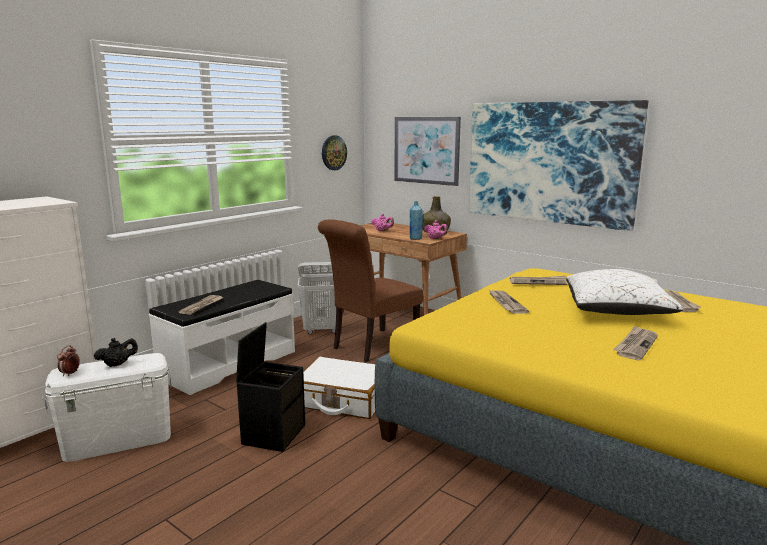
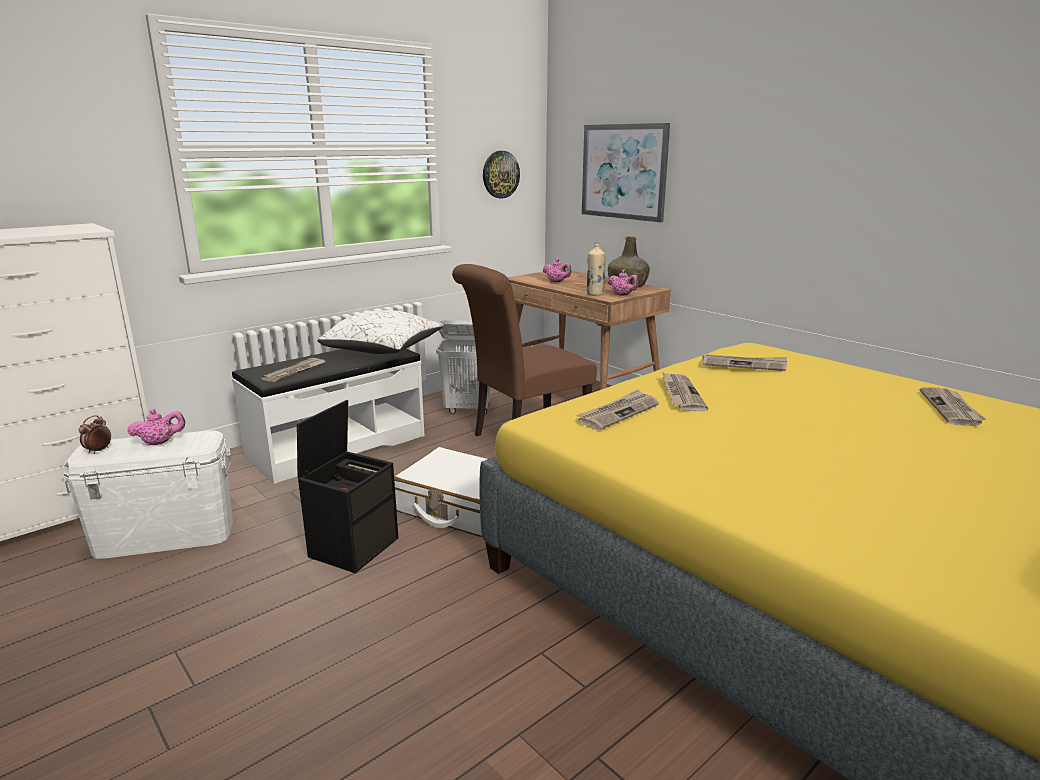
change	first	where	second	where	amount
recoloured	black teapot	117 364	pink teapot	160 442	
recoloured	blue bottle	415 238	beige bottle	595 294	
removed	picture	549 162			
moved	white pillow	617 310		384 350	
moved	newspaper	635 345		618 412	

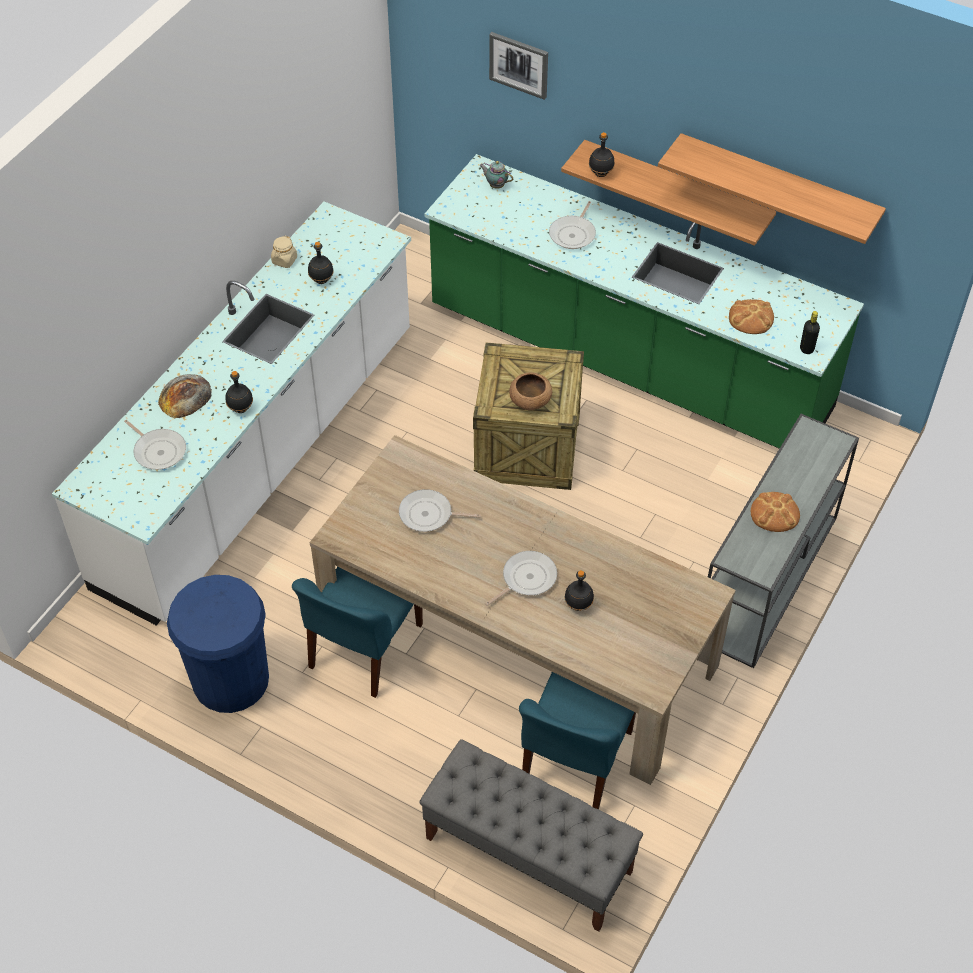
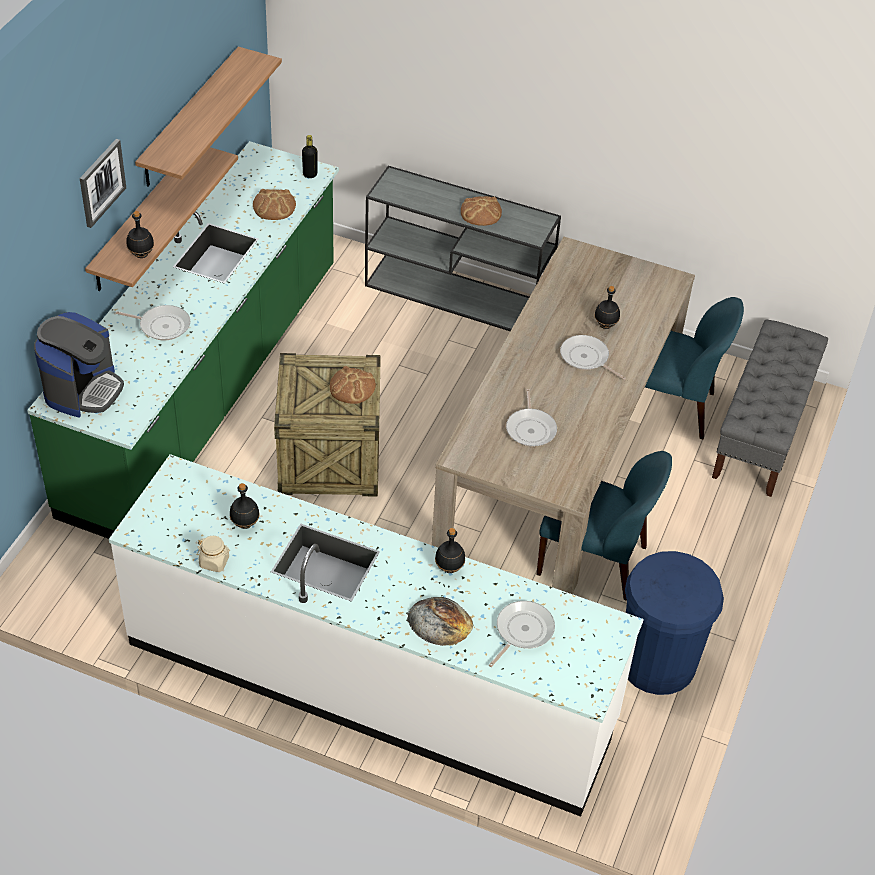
change	first	where	second	where	amount
replaced	teapot	496 185	coffee machine	83 389	
moved	picture	519 64		101 182	
replaced	brown bowl	530 401	bread	352 387	

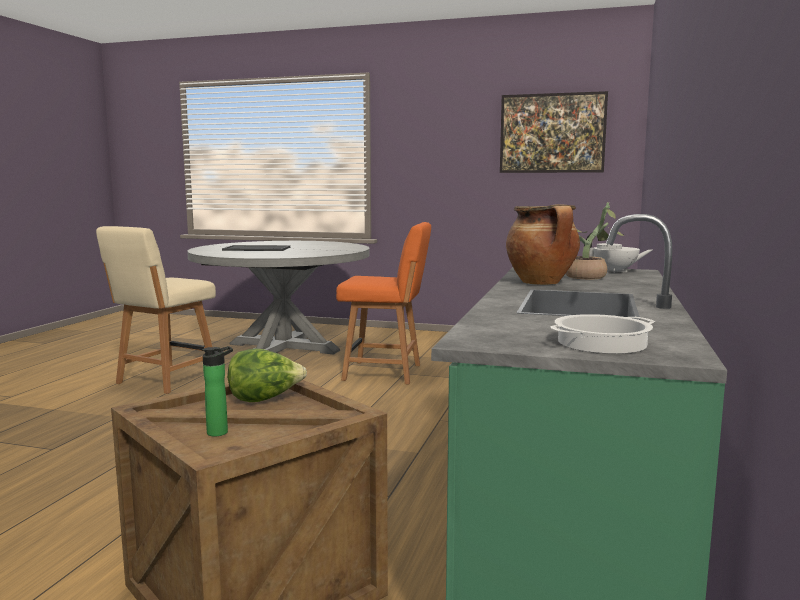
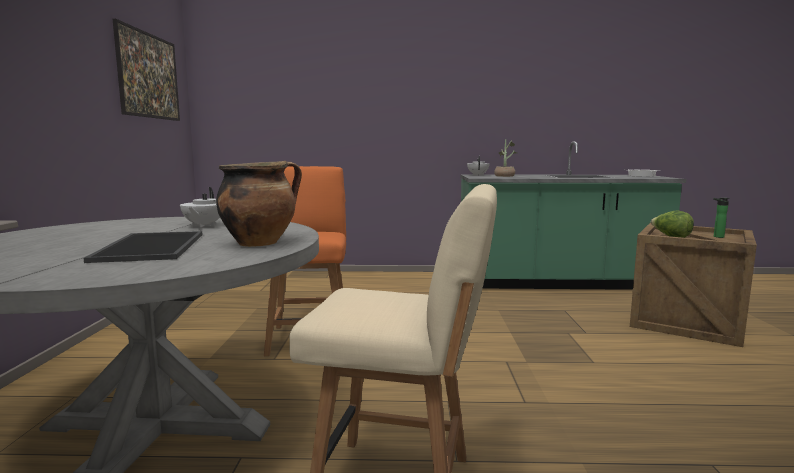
change	first	where	second	where	amount
moved	cooking pot	542 283		260 243	
added			white teapot	203 225	

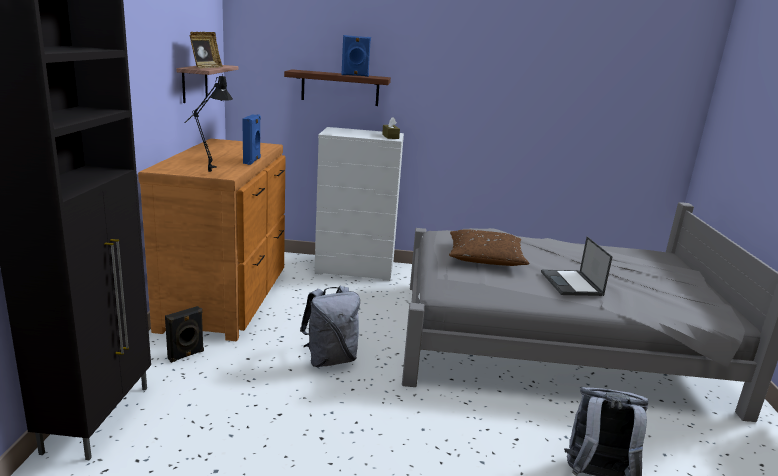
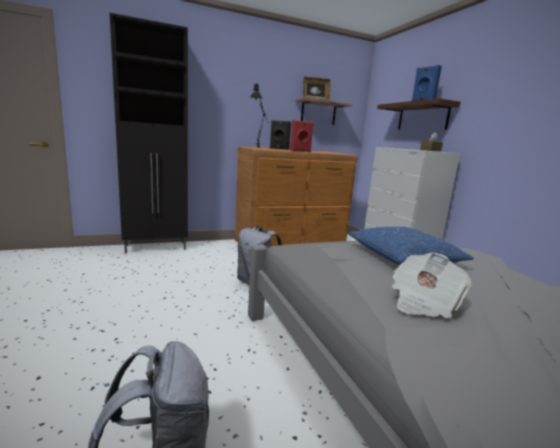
change	first	where	second	where	amount
moved	black speaker	186 355		279 149	
recoloured	blue speaker	252 161	red speaker	300 151	
recoloured	brown pillow	485 258	blue pillow	403 257	
replaced	laptop	572 284	newspaper	423 302	

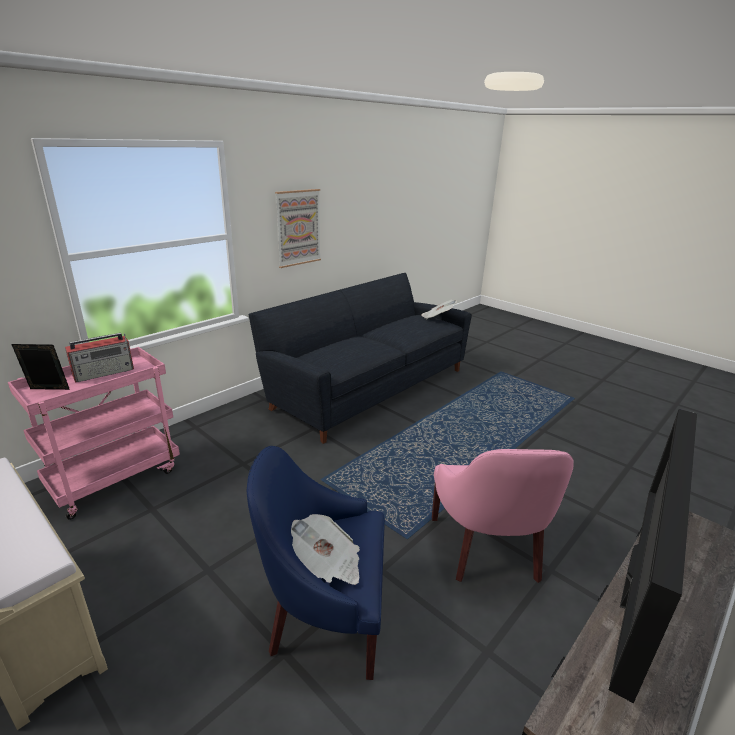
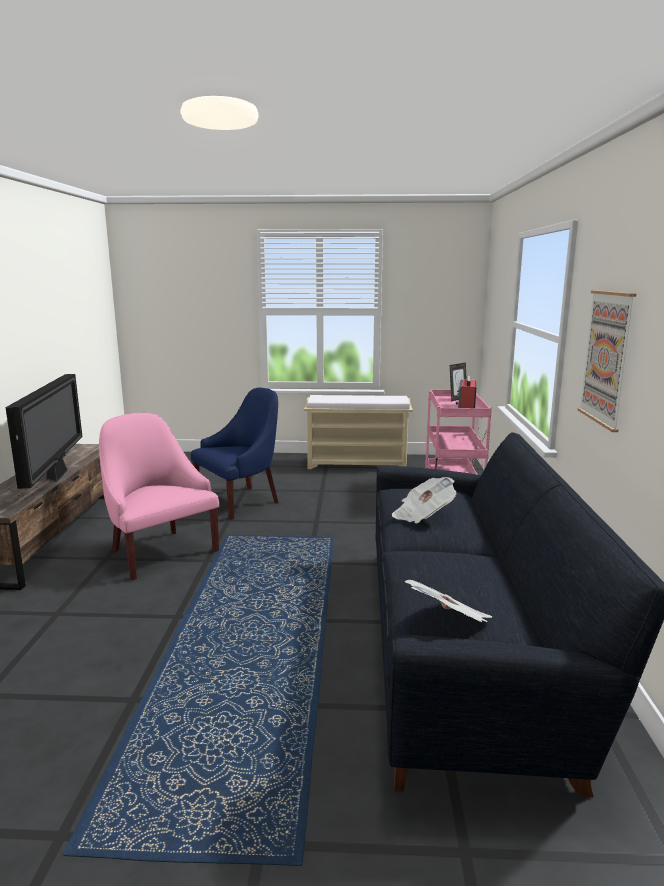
change	first	where	second	where	amount
moved	newspaper	327 564		422 515	

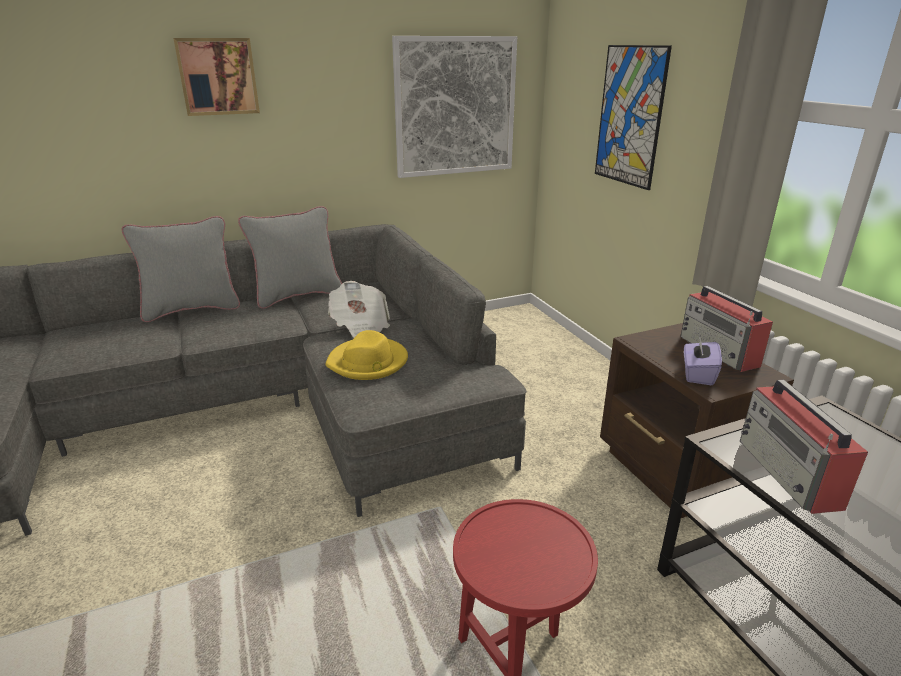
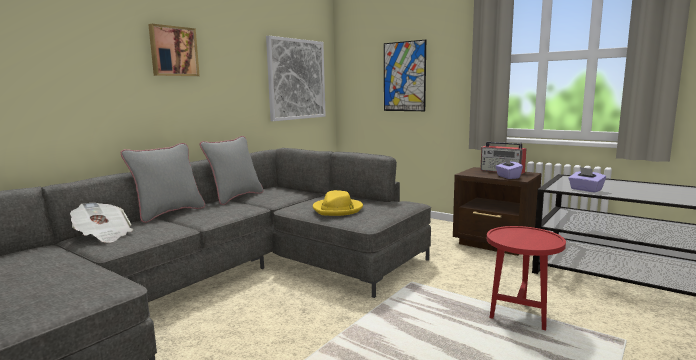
change	first	where	second	where	amount
moved	newspaper	360 326		103 235	
replaced	radio	789 474	purple tissue box	585 190	

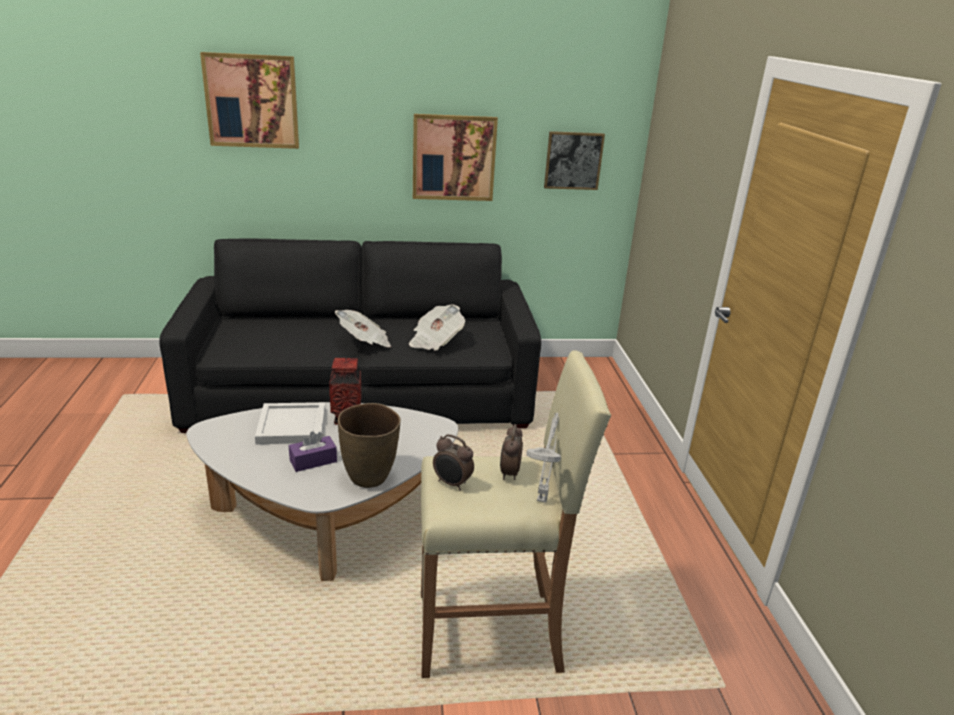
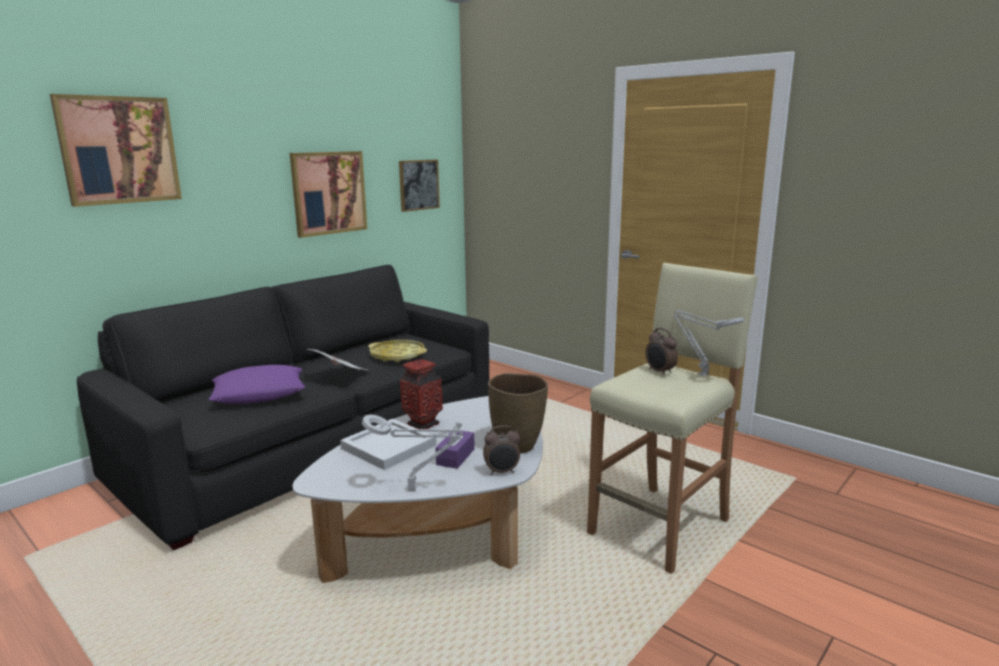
change	first	where	second	where	amount
replaced	newspaper	435 341	yellow tray	397 355	
moved	alarm clock	452 484		502 472	
added			purple pillow	259 393	
added			grey table lamp	415 489	

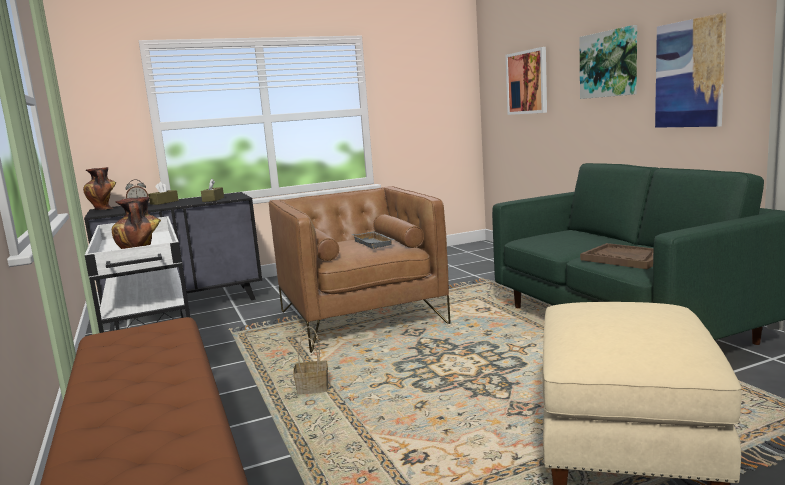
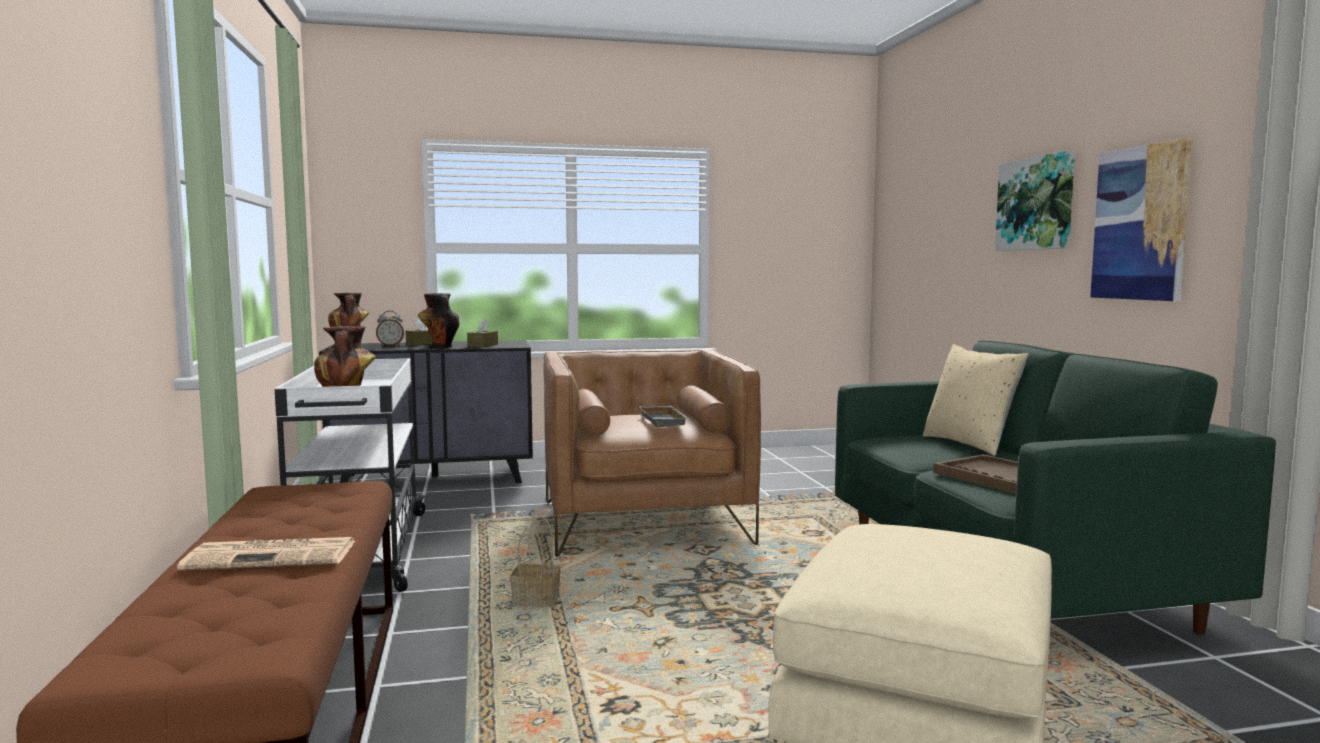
change	first	where	second	where	amount
removed	picture	527 82			
added			newspaper	274 556	
added			vase	439 347	
added			beige pillow	970 444	

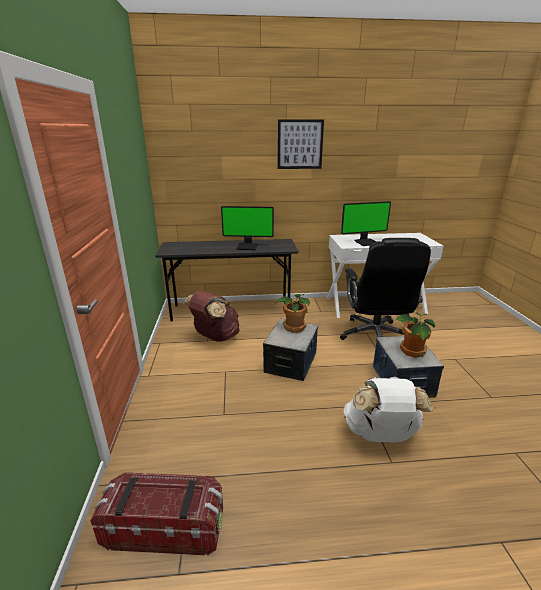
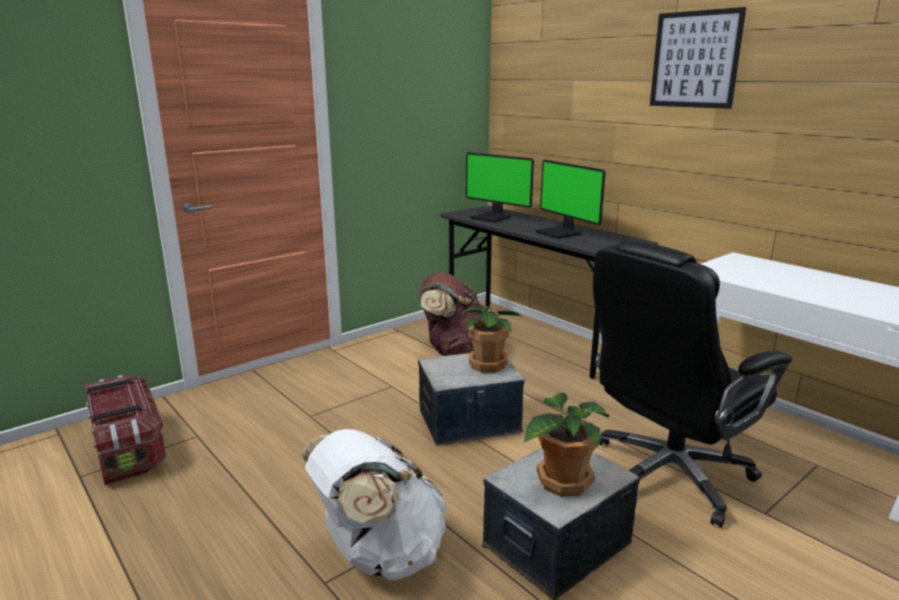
change	first	where	second	where	amount
moved	monitor	366 242		492 217	

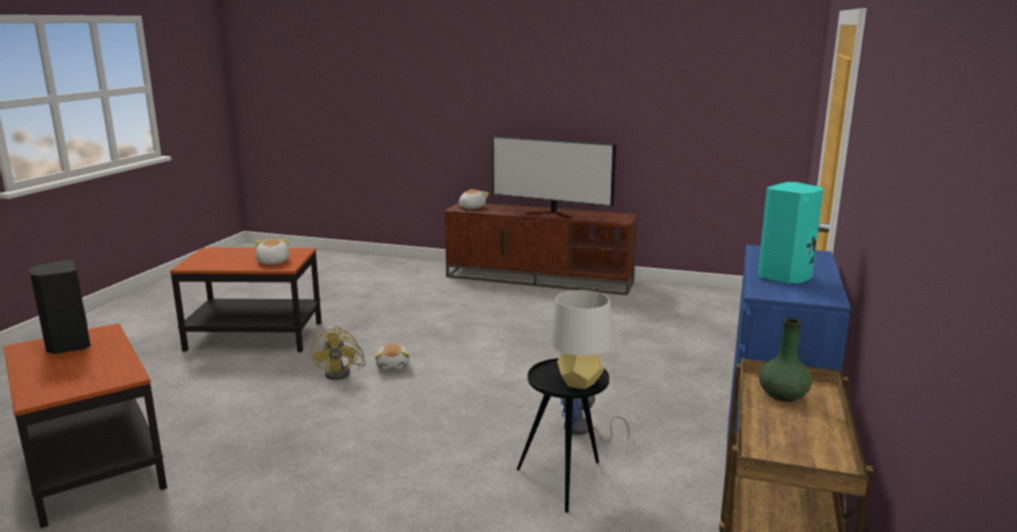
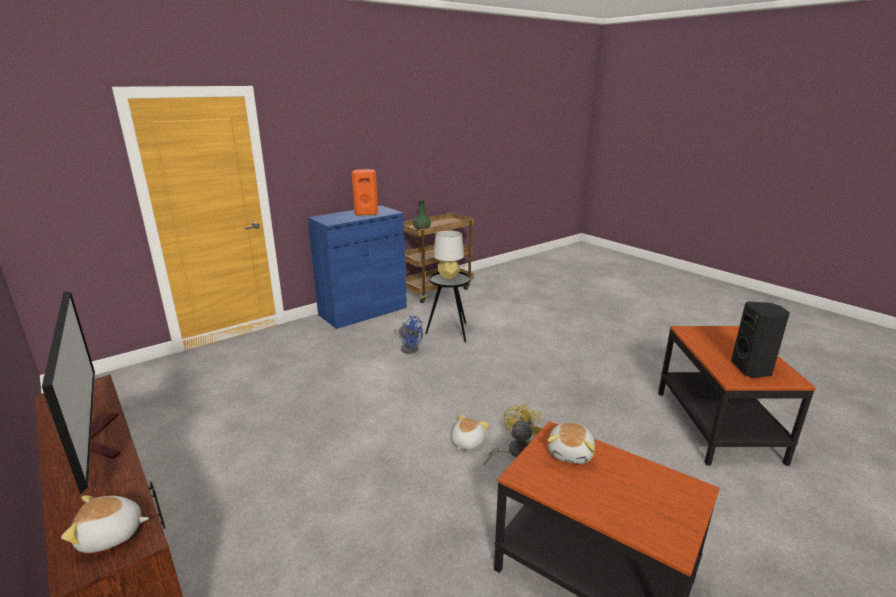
change	first	where	second	where	amount
recoloured	turquoise speaker	786 277	orange speaker	366 213	

